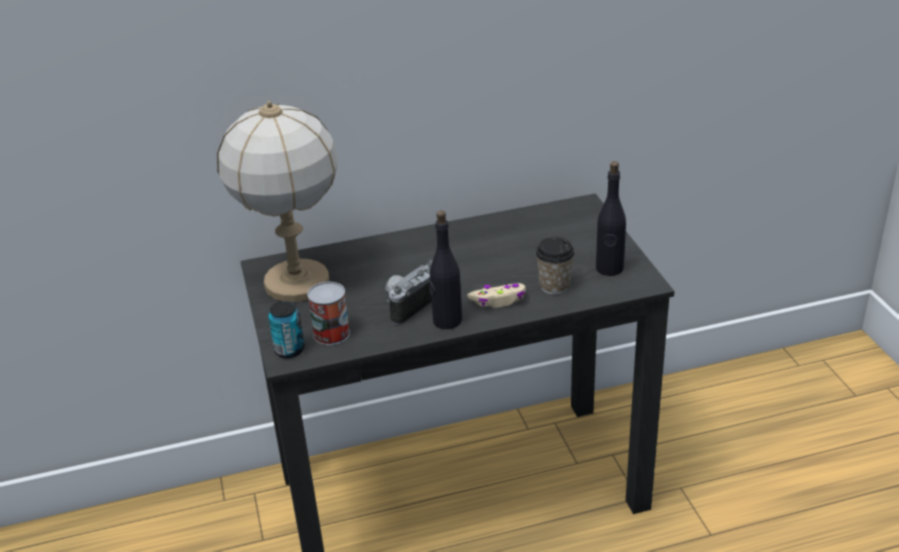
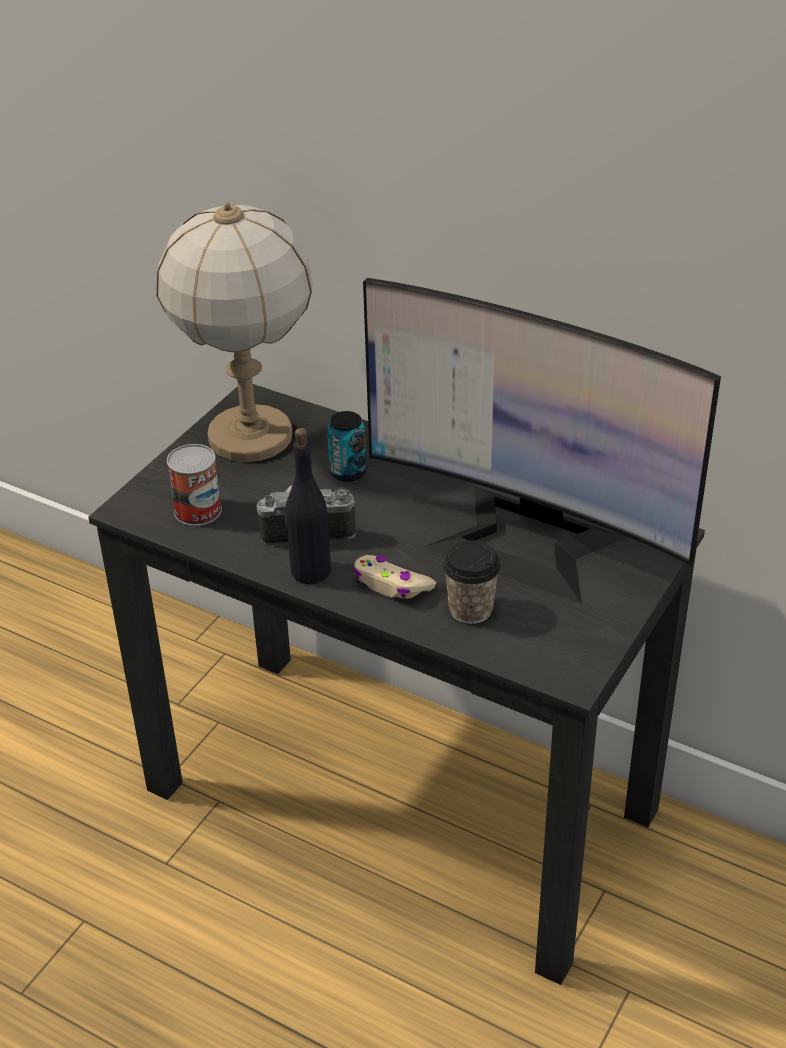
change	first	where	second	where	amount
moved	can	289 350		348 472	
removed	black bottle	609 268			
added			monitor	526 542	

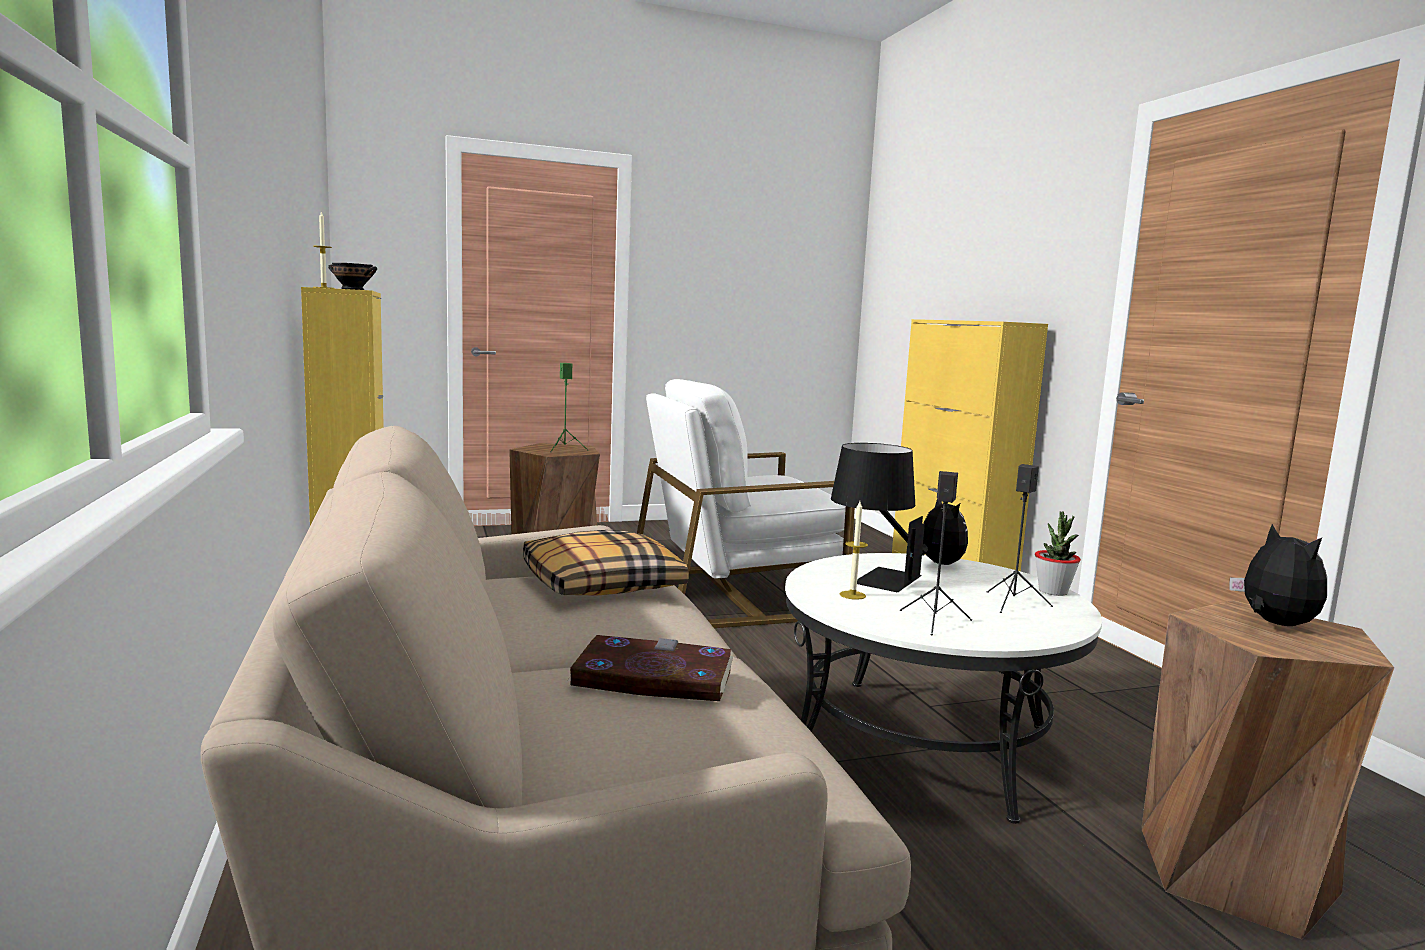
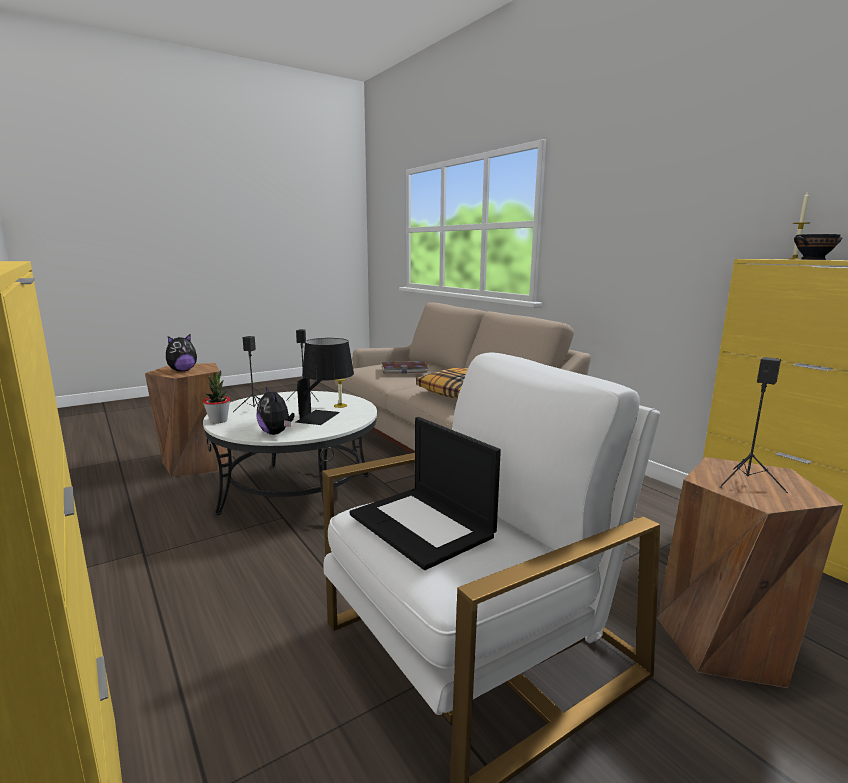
change	first	where	second	where	amount
recoloured	green speaker	565 449	black speaker	746 482	
turned	plush toy	1274 624		182 371	105 degrees counterclockwise
added			laptop	423 525	

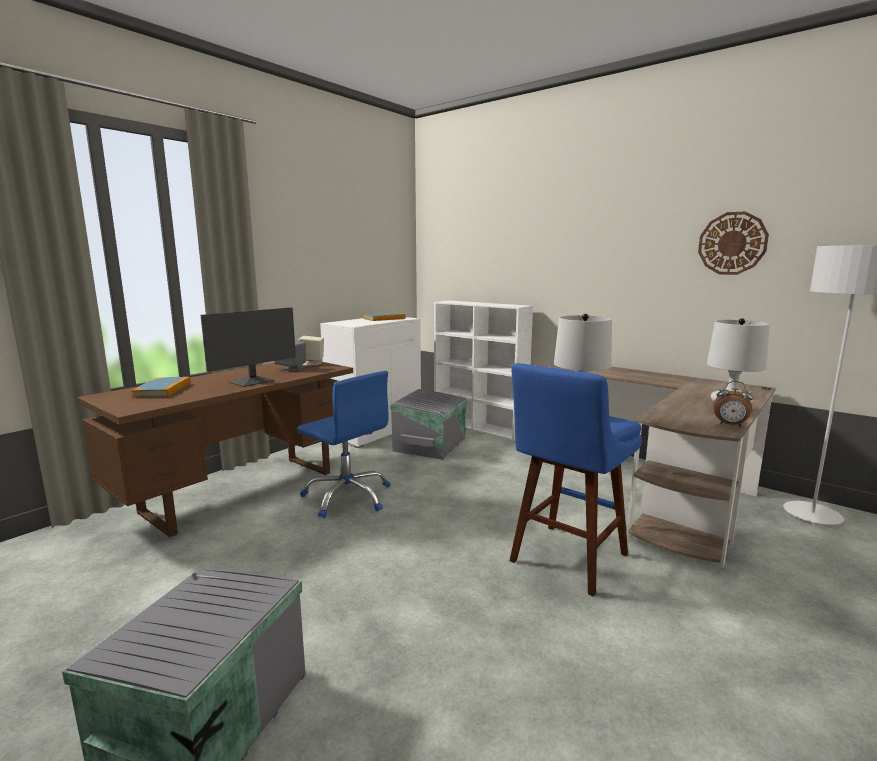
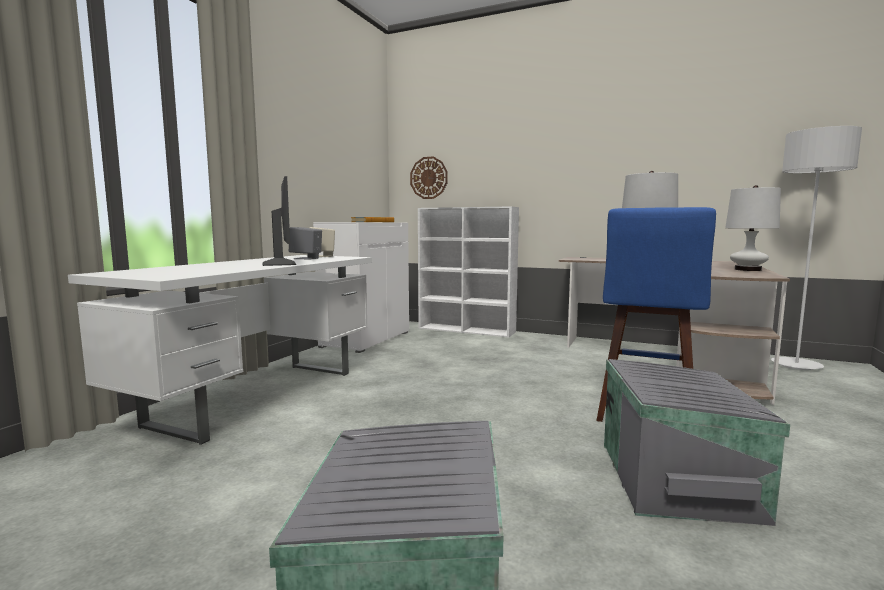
change	first	where	second	where	amount
recoloured	brown desk	242 491	white desk	259 396	
removed	book	163 390			
turned	monitor	252 382		280 263	45 degrees counterclockwise
removed	blue office chair	348 496			
moved	grey storage box	431 444		678 479	
moved	wall clock	732 243		429 178	
removed	alarm clock	730 425			

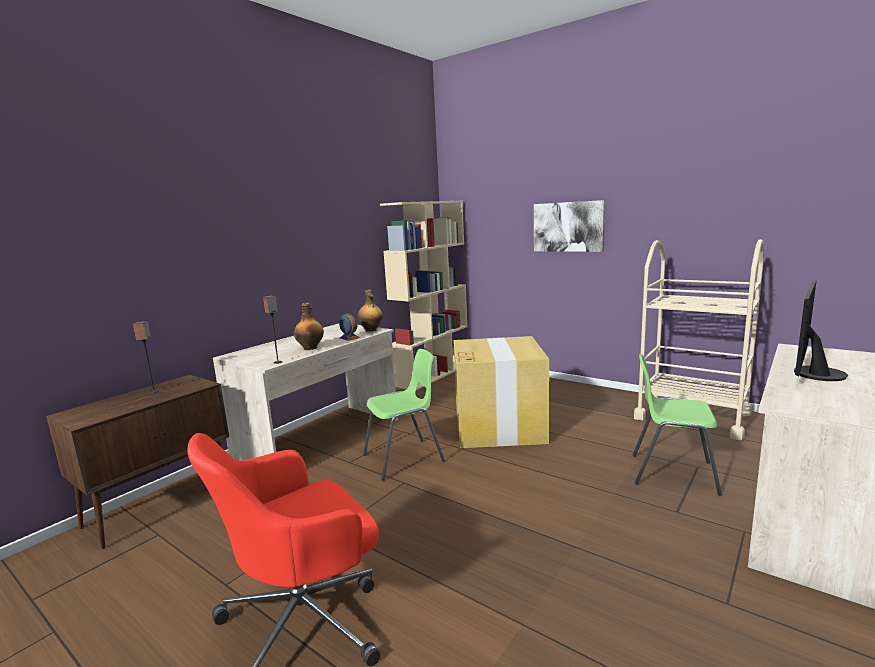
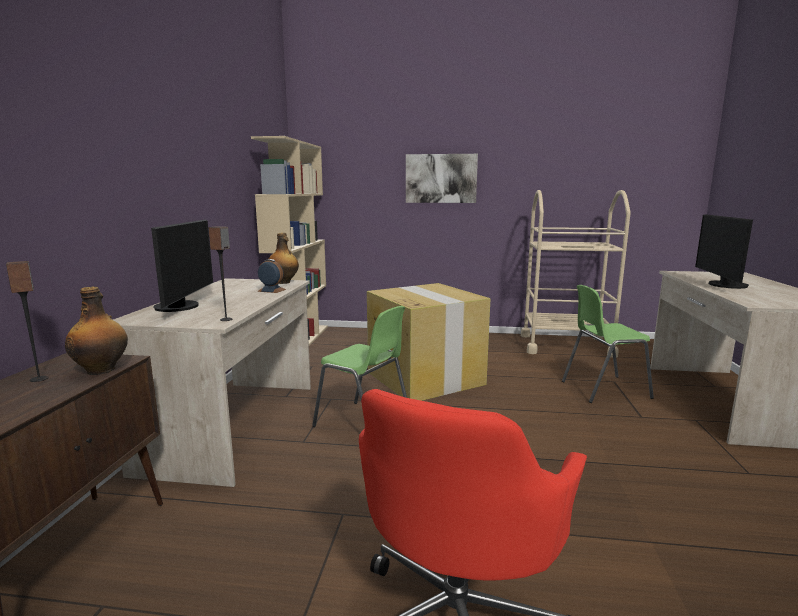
change	first	where	second	where	amount
moved	bottle	311 348		102 370	
turned	green chair	404 458		364 424	90 degrees clockwise
added			monitor	181 306	

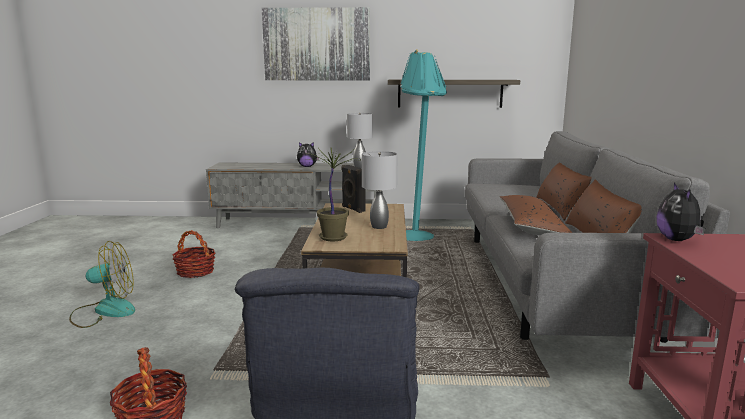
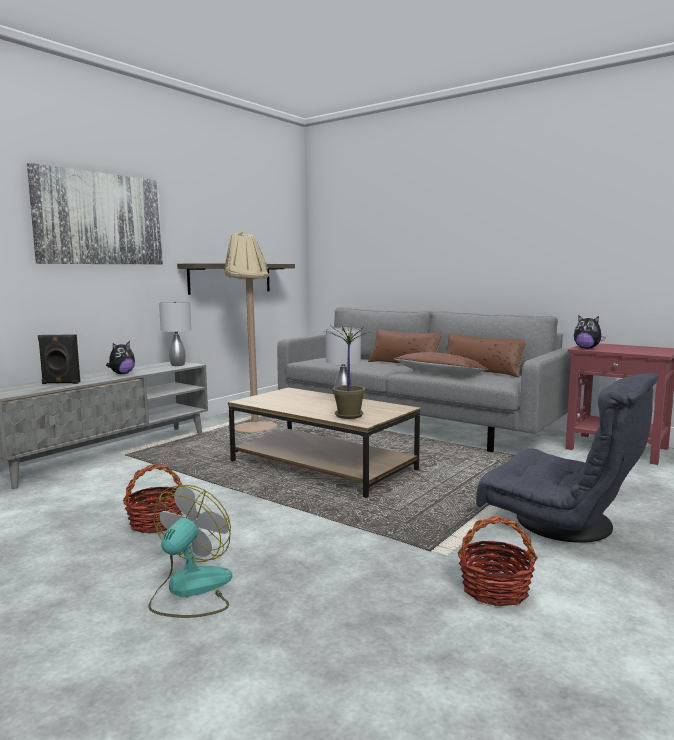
change	first	where	second	where	amount
moved	black speaker	352 209		60 383	
recoloured	turquoise floor lamp	419 234	beige floor lamp	253 425	

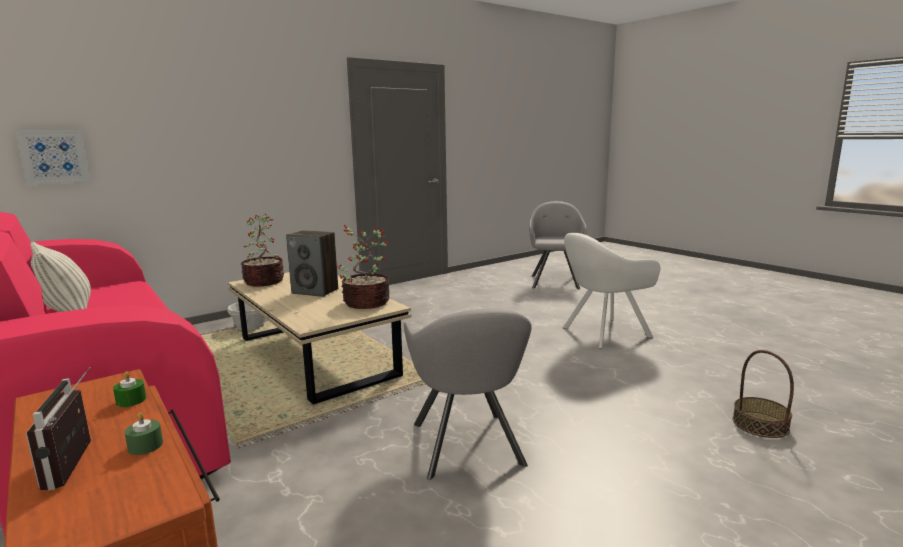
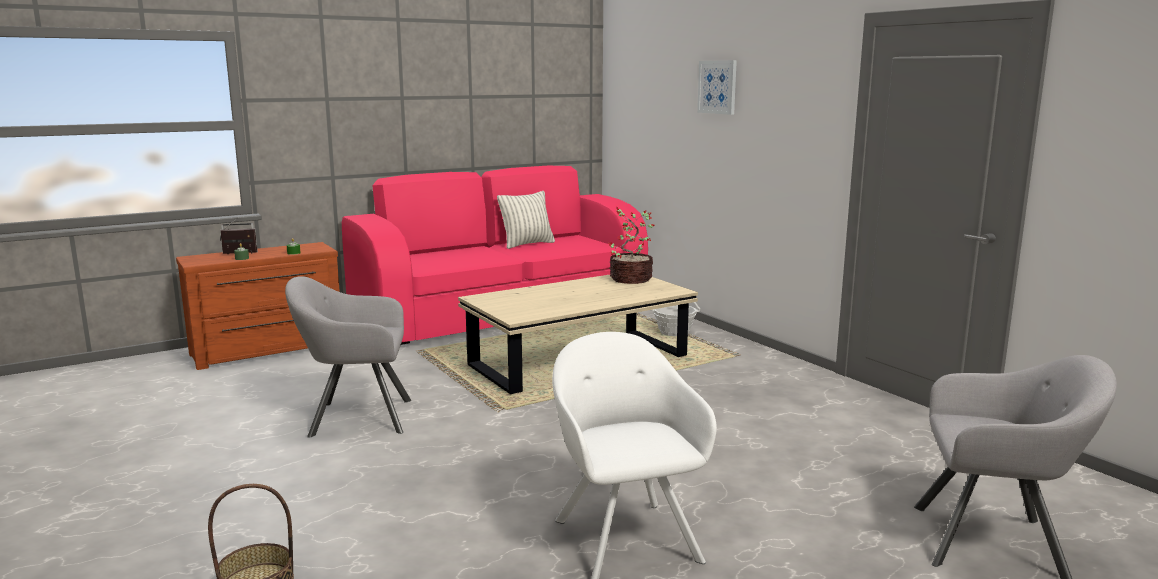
change	first	where	second	where	amount
moved	picture	54 156		717 87	
removed	speaker	315 291			
removed	potted plant	365 303			

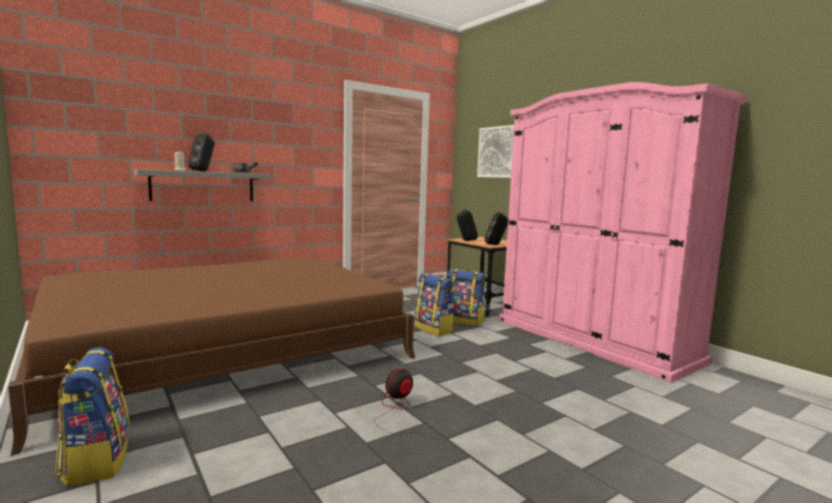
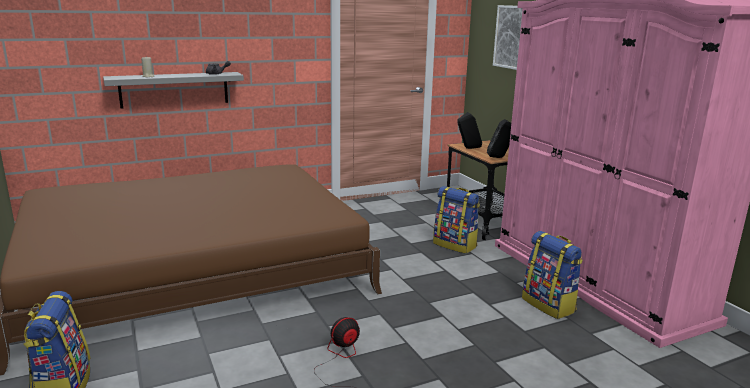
change	first	where	second	where	amount
removed	black speaker	203 171			
moved	backpack	434 329		549 305	

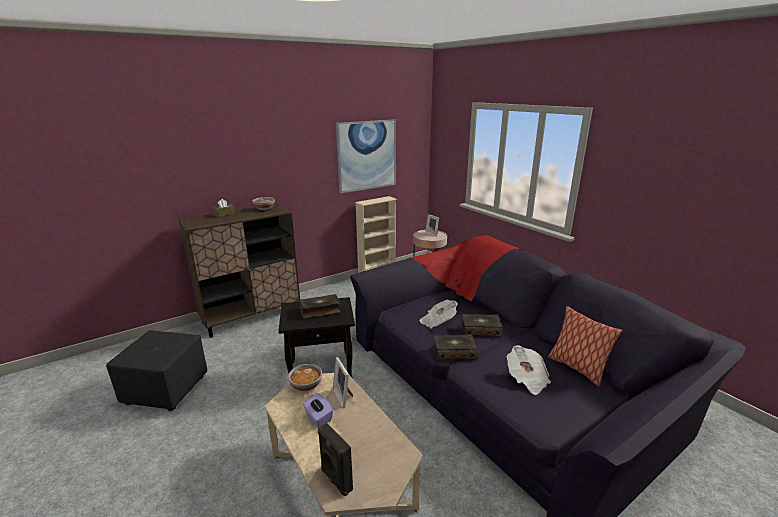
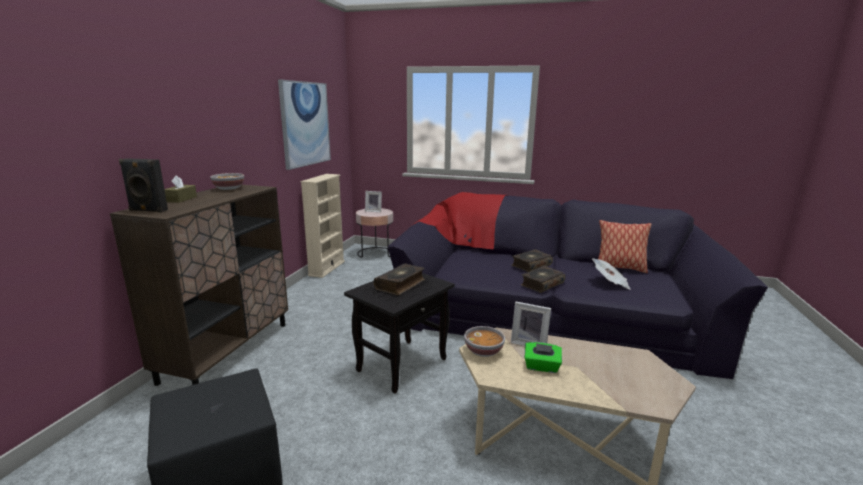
change	first	where	second	where	amount
recoloured	purple tissue box	318 417	green tissue box	541 367	
moved	black speaker	335 480		147 210	
removed	newspaper	438 322			

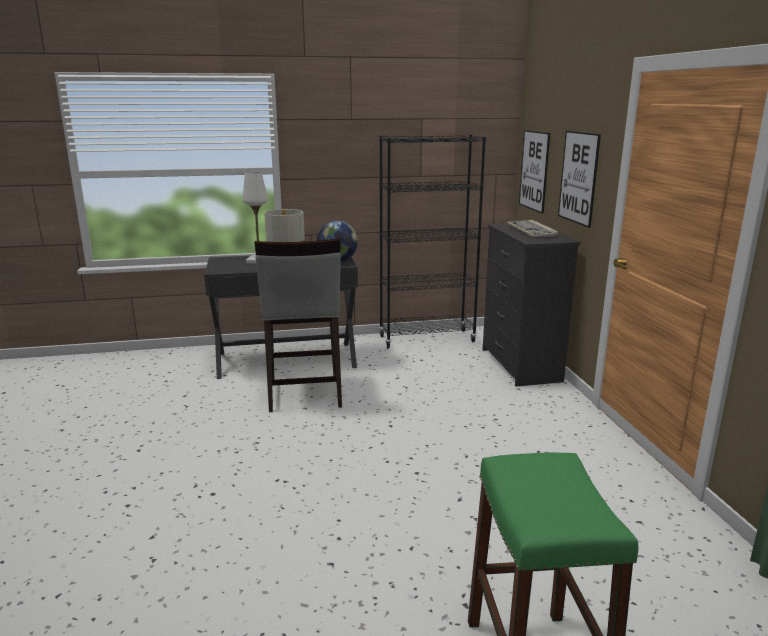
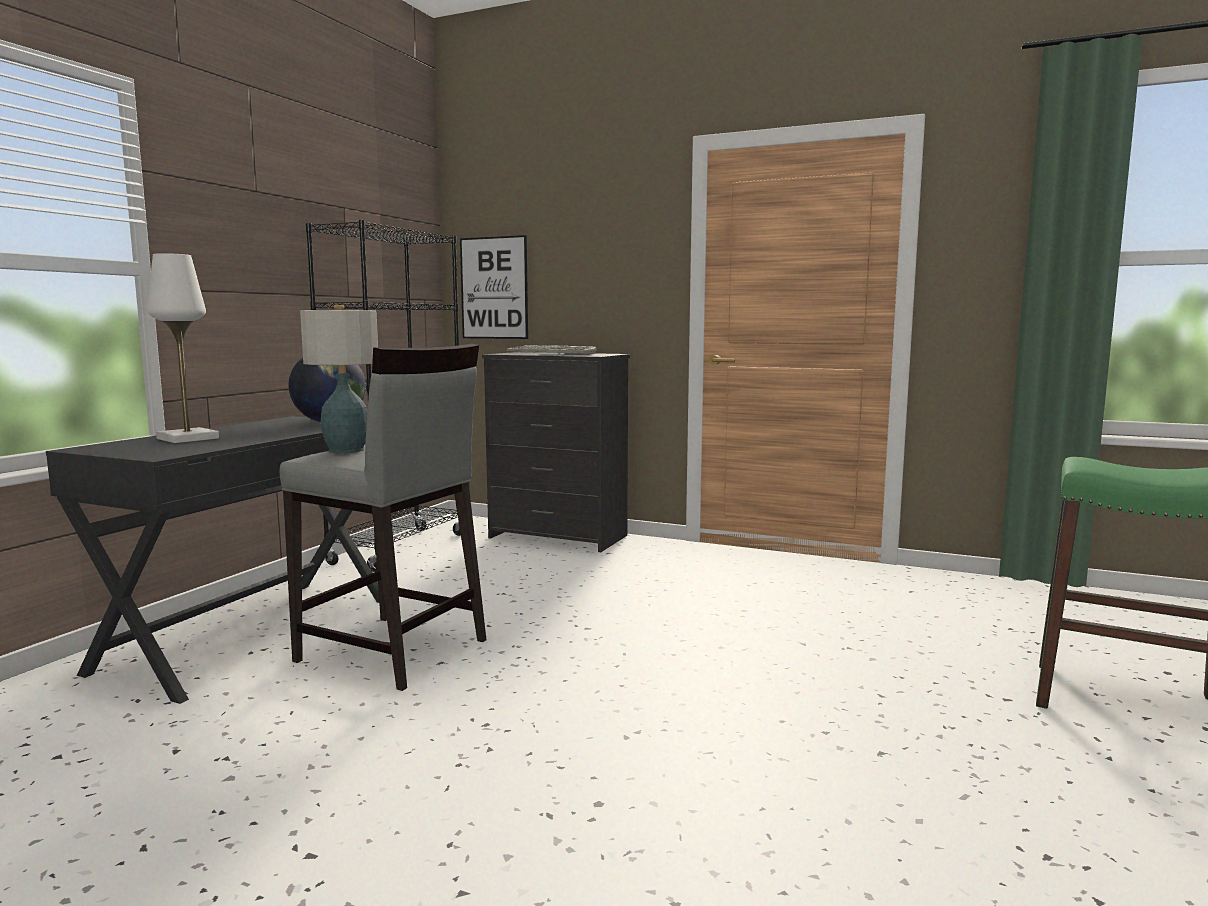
change	first	where	second	where	amount
removed	picture	578 177			

